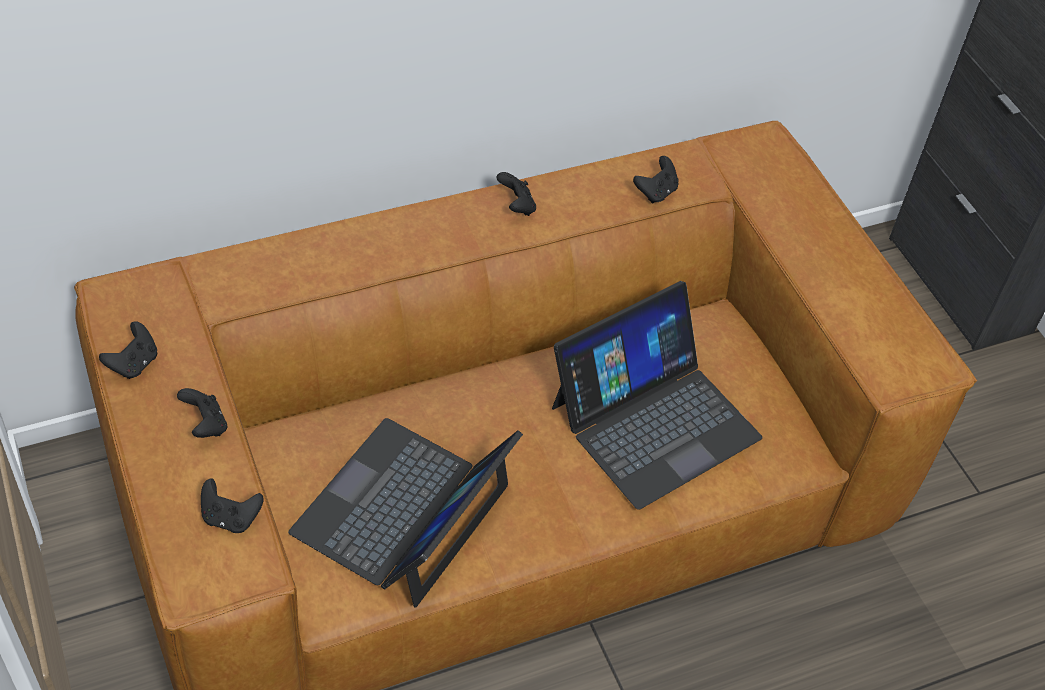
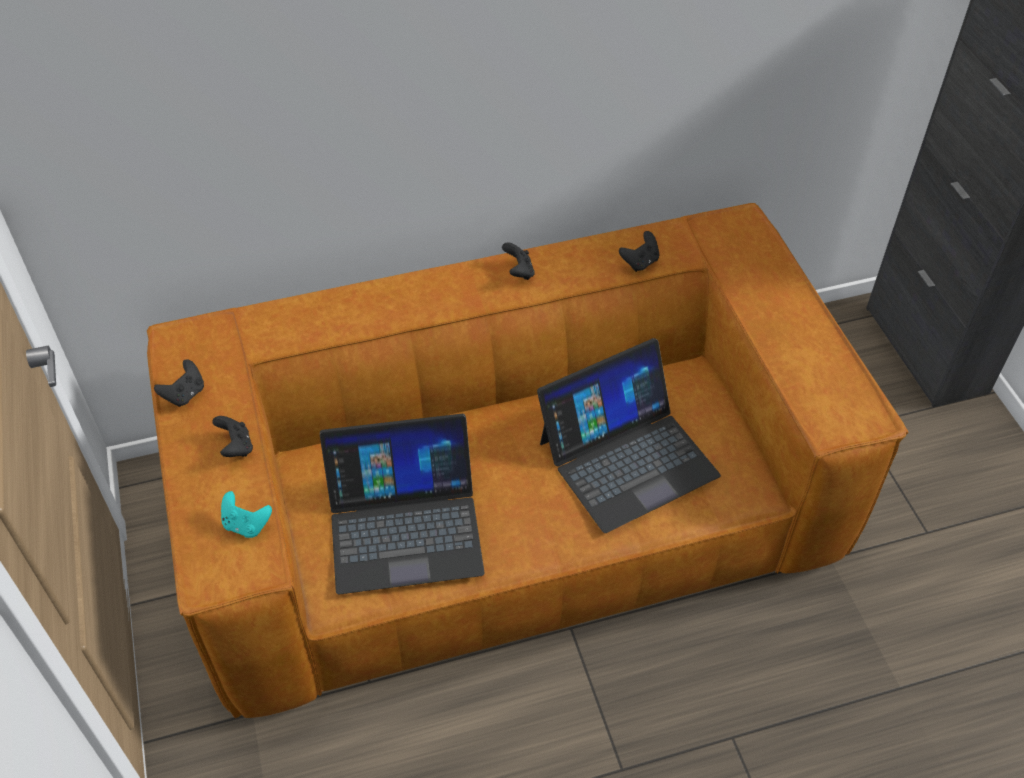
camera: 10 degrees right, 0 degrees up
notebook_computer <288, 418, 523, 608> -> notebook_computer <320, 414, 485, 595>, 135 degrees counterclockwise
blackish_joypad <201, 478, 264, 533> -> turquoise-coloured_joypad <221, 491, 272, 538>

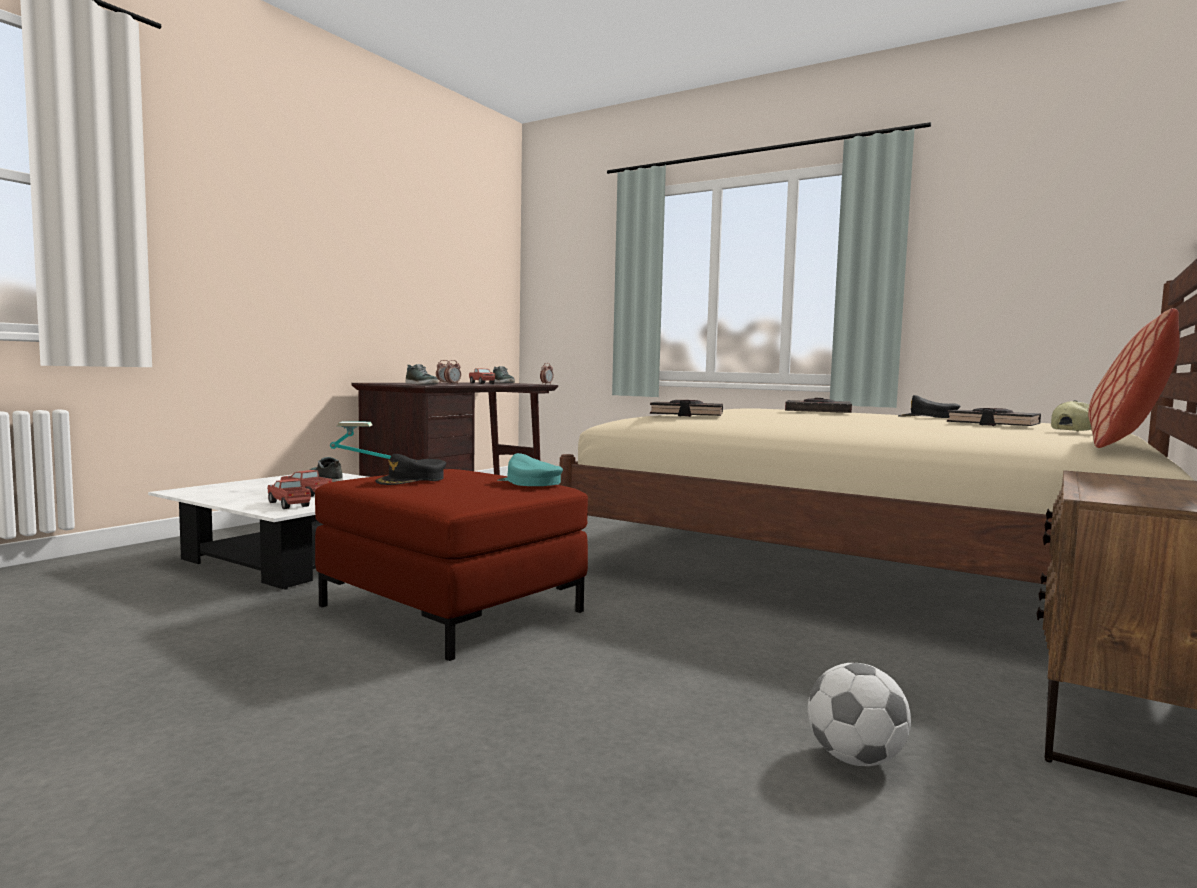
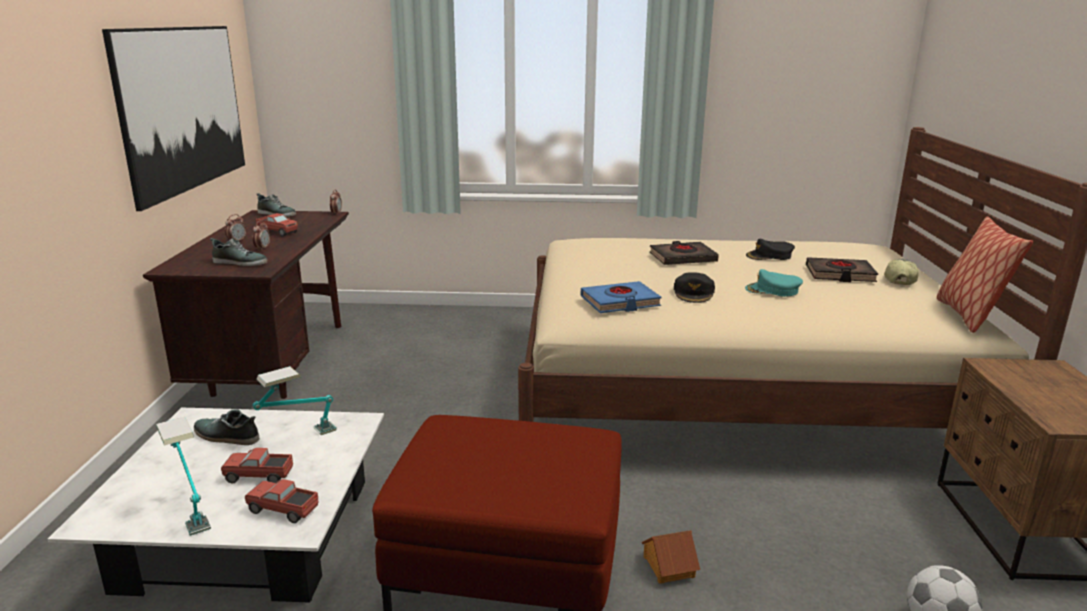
camera: 30 degrees left, 15 degrees up
blackish_bound_book <650, 400, 723, 417> -> blue_bound_book <581, 281, 662, 313>
turquoise-coloured_cap <498, 453, 563, 486> -> turquoise-coloured_cap <745, 269, 803, 297>, moved
blackish_cap <375, 454, 446, 485> -> blackish_cap <674, 272, 715, 303>, moved
none -> wall_picture <102, 26, 245, 211>
none -> tabletop_lamp <156, 417, 211, 536>
none -> model_house <642, 530, 700, 584>

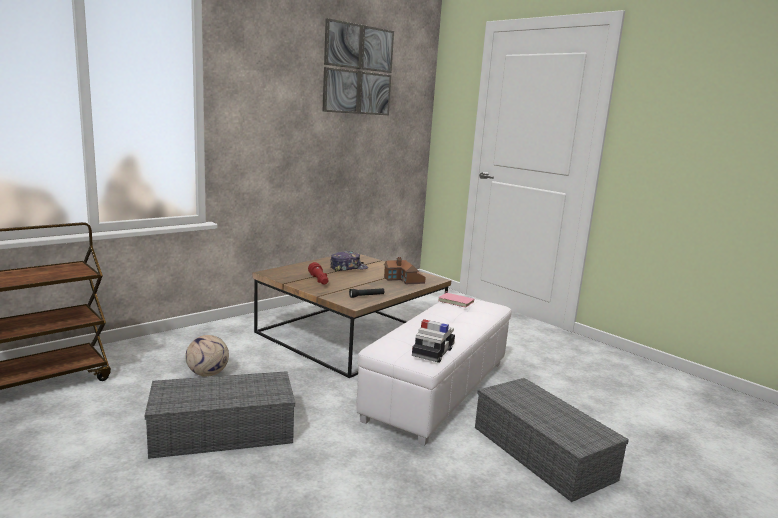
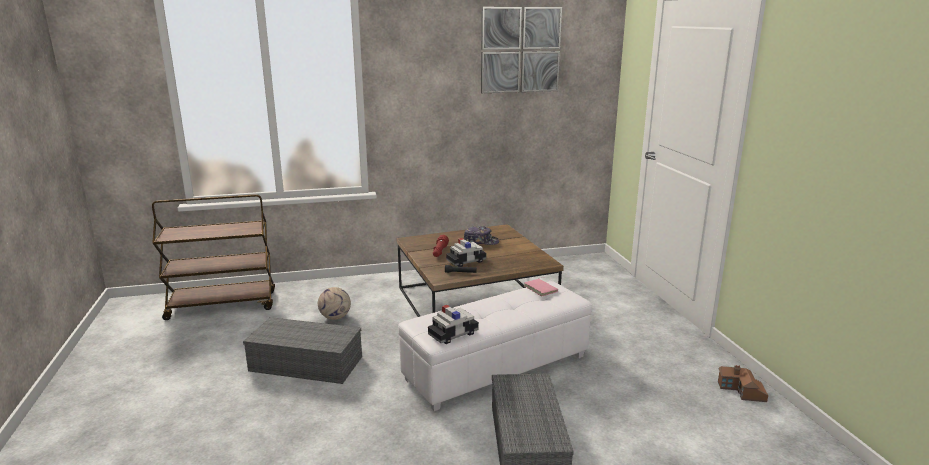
camera: 30 degrees right, 5 degrees up
model_house <384, 257, 426, 284> -> model_house <718, 365, 768, 402>, moved
none -> miniature_car <446, 238, 487, 267>

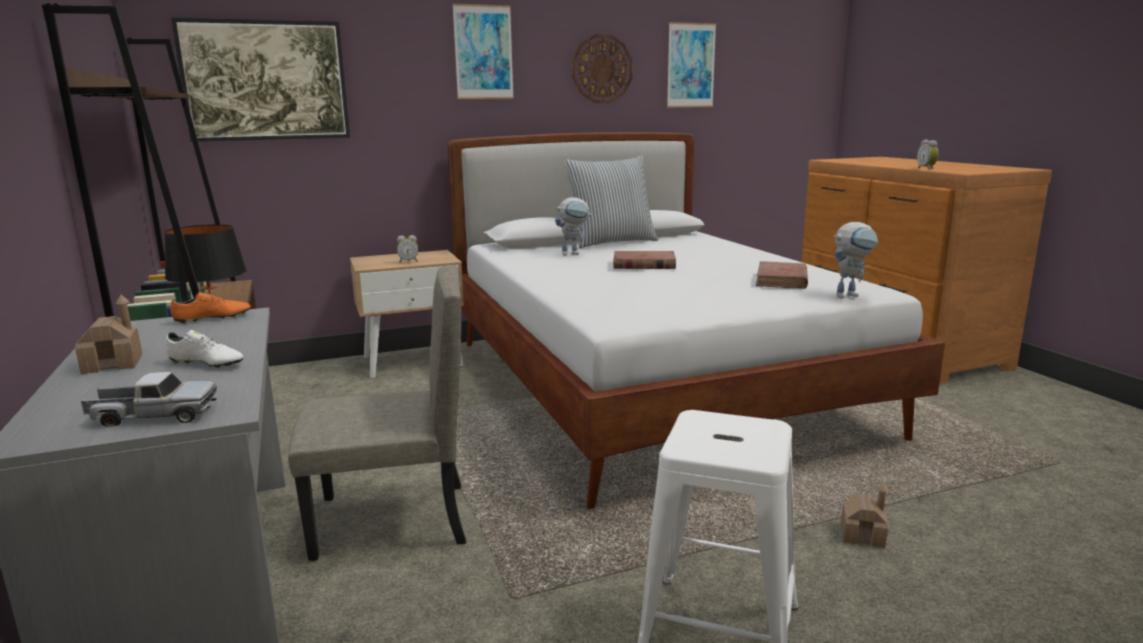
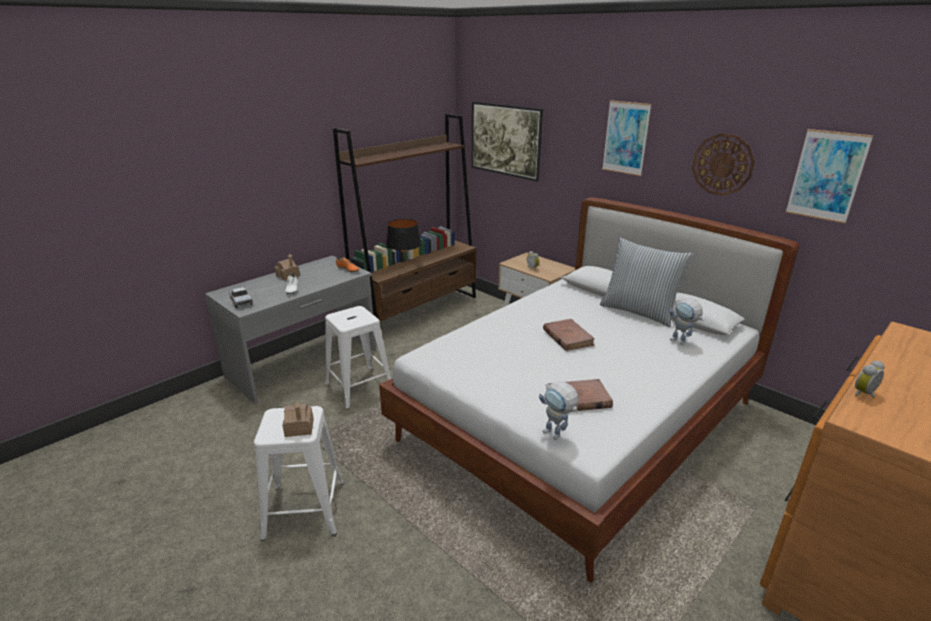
camera: 65 degrees right, 10 degrees up
model_robot <555, 197, 593, 256> -> model_robot <669, 298, 704, 345>, moved
beige_chair <288, 265, 466, 561> -> white_stool <325, 306, 391, 410>
model_house <841, 483, 889, 548> -> model_house <282, 402, 314, 437>, moved

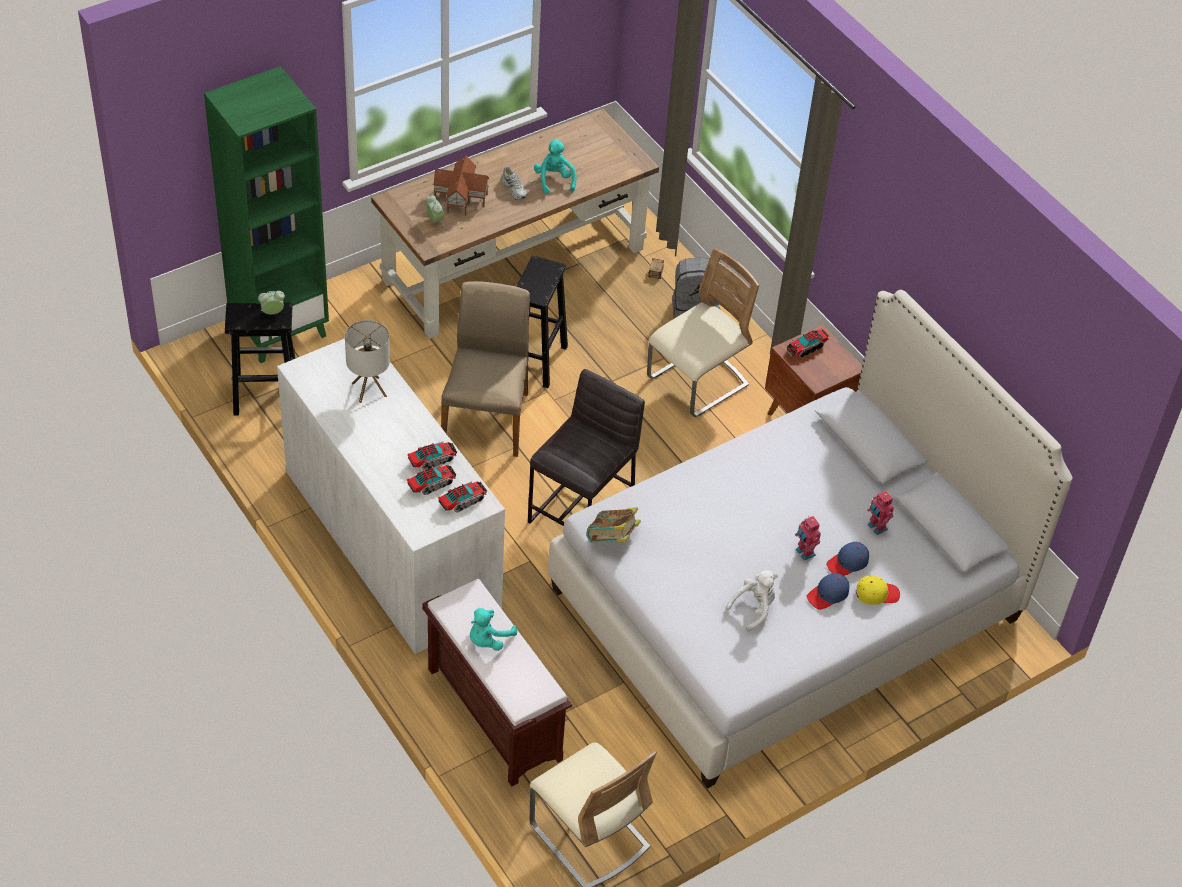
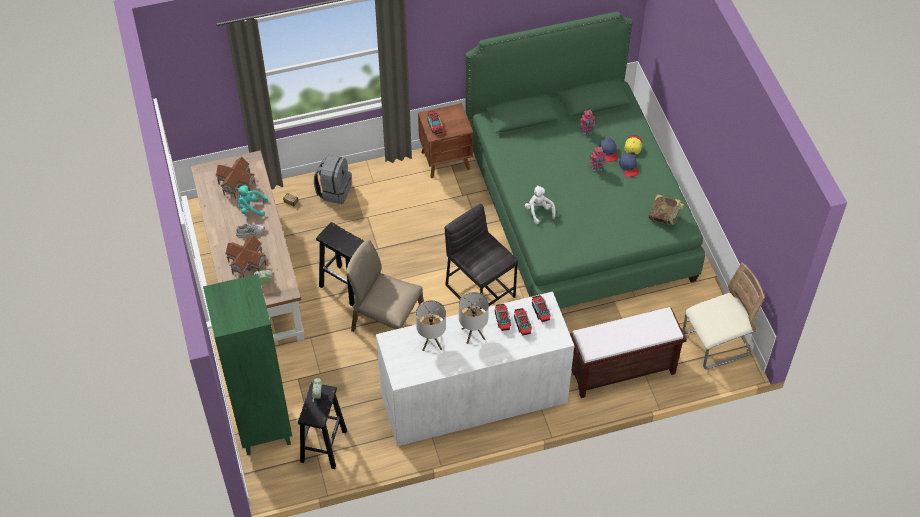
camera: 70 degrees left, 5 degrees up
beige_chair <647, 248, 759, 417> -> none
white_sleeping_bed <548, 290, 1072, 789> -> greenish_sleeping_bed <465, 12, 705, 309>
bound_book <586, 507, 641, 542> -> bound_book <648, 194, 684, 225>, moved
white_soft_toy <726, 570, 778, 632> -> white_soft_toy <525, 185, 556, 224>, moved
turquoise-coloured_soft_toy <470, 608, 517, 651> -> none
none -> model_house <216, 157, 256, 199>
none -> tabletop_lamp <459, 292, 489, 344>

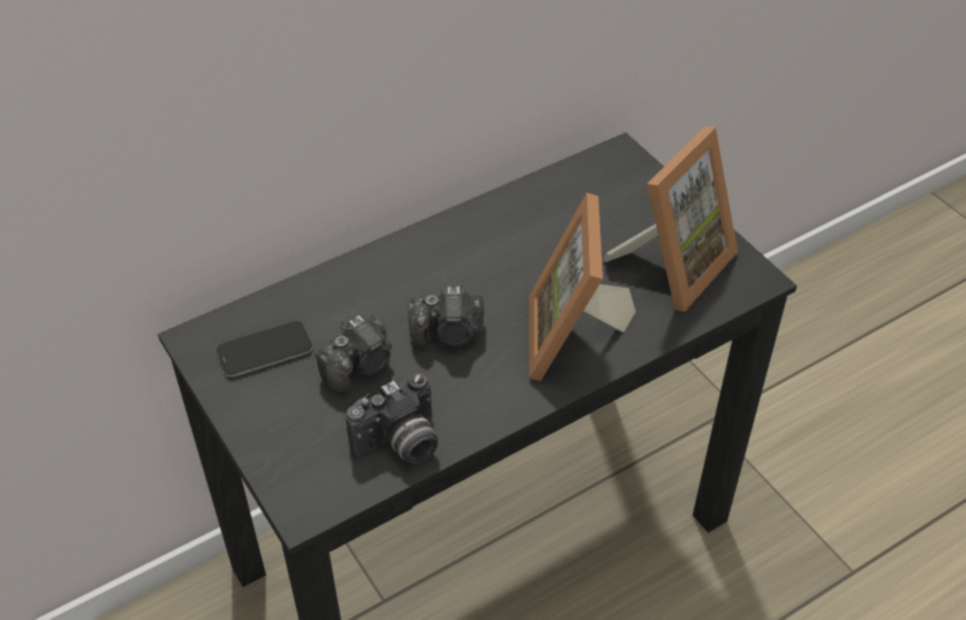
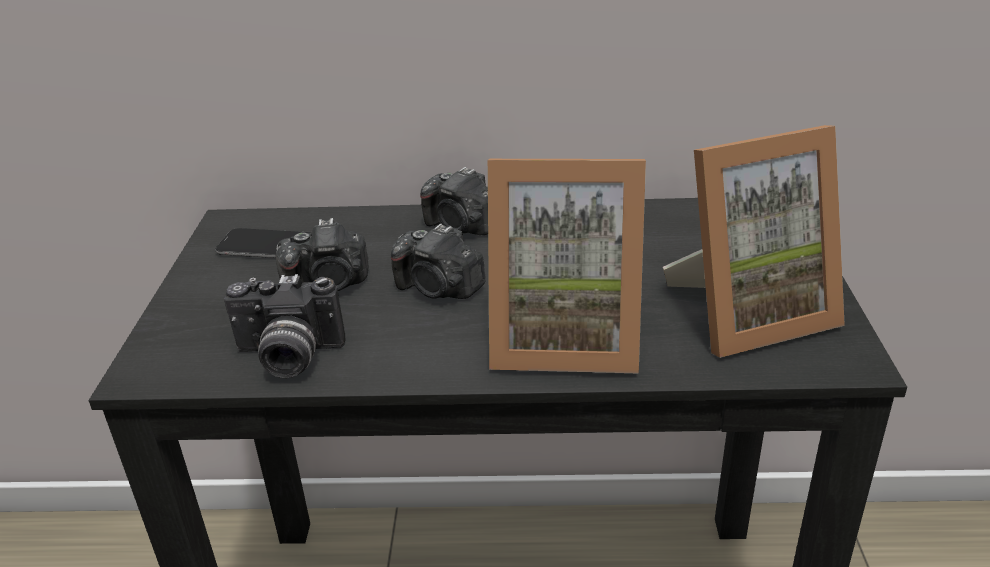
camera: 35 degrees right, 15 degrees down
picture_frame <529, 193, 636, 381> -> picture_frame <488, 159, 646, 373>, 120 degrees counterclockwise
none -> photo_camera <420, 167, 488, 235>

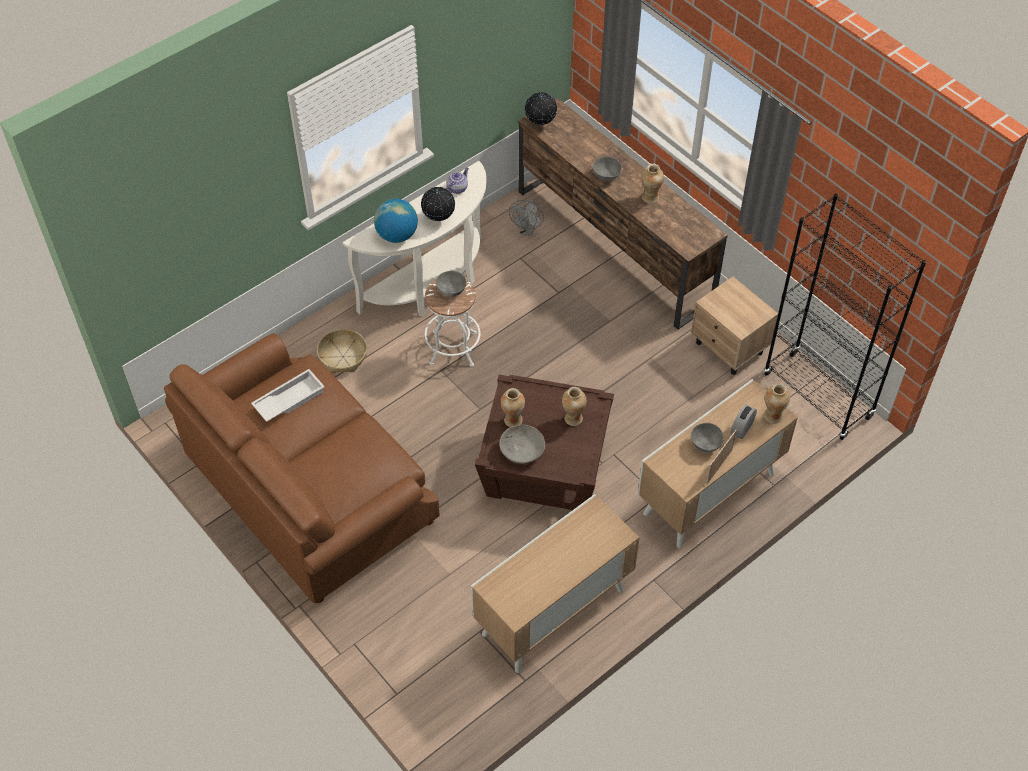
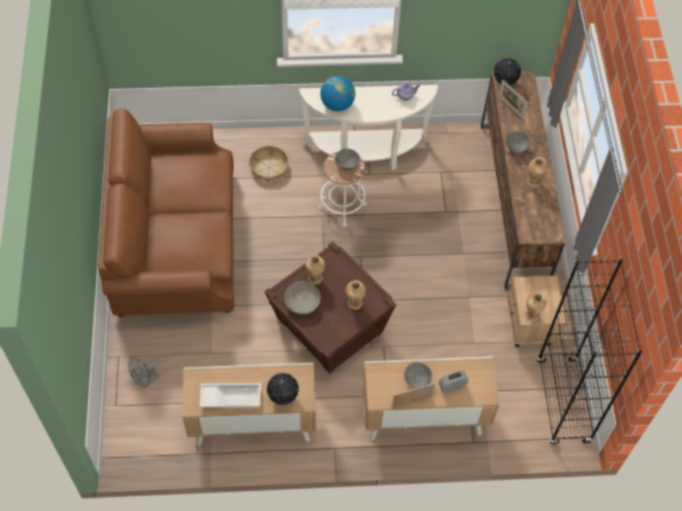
camera: 35 degrees right, 5 degrees up
world_globe <421, 187, 455, 221> -> world_globe <267, 373, 299, 405>, moved
grey_cooling_fan <509, 200, 544, 236> -> grey_cooling_fan <128, 356, 160, 387>, moved
white_tray <251, 369, 325, 422> -> white_tray <200, 383, 261, 408>, moved
decorative_vase <764, 383, 790, 424> -> decorative_vase <525, 292, 547, 321>, moved
none -> picture_frame <498, 79, 528, 119>

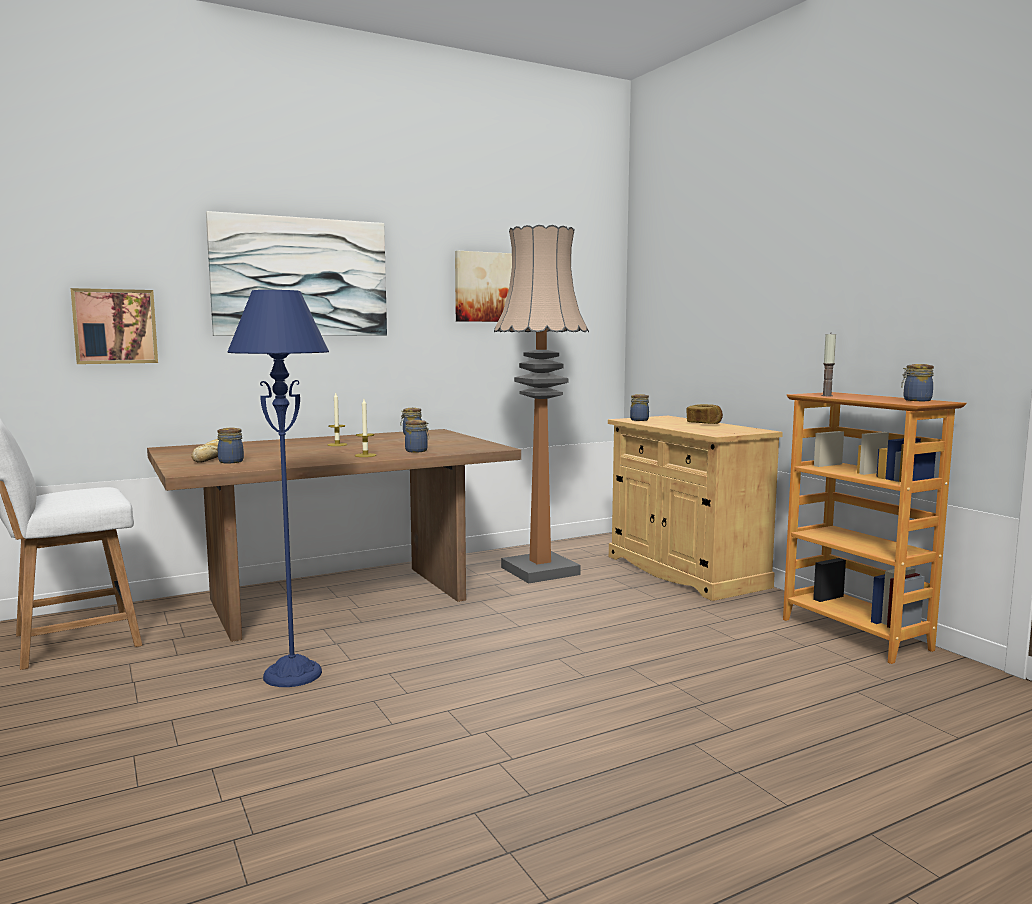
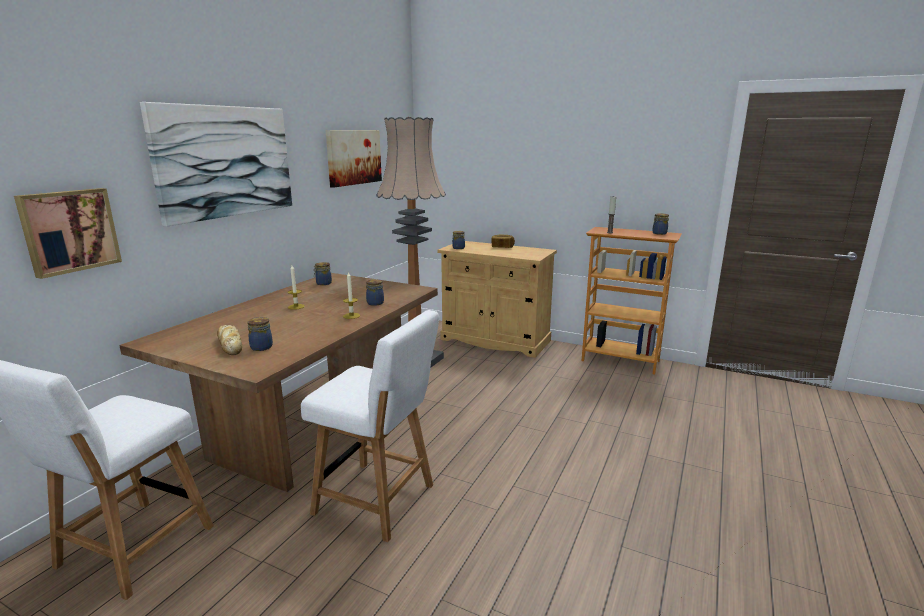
camera: 35 degrees left, 10 degrees up
blue_floor_lamp <228, 290, 329, 687> -> white_chair <301, 310, 439, 542>

